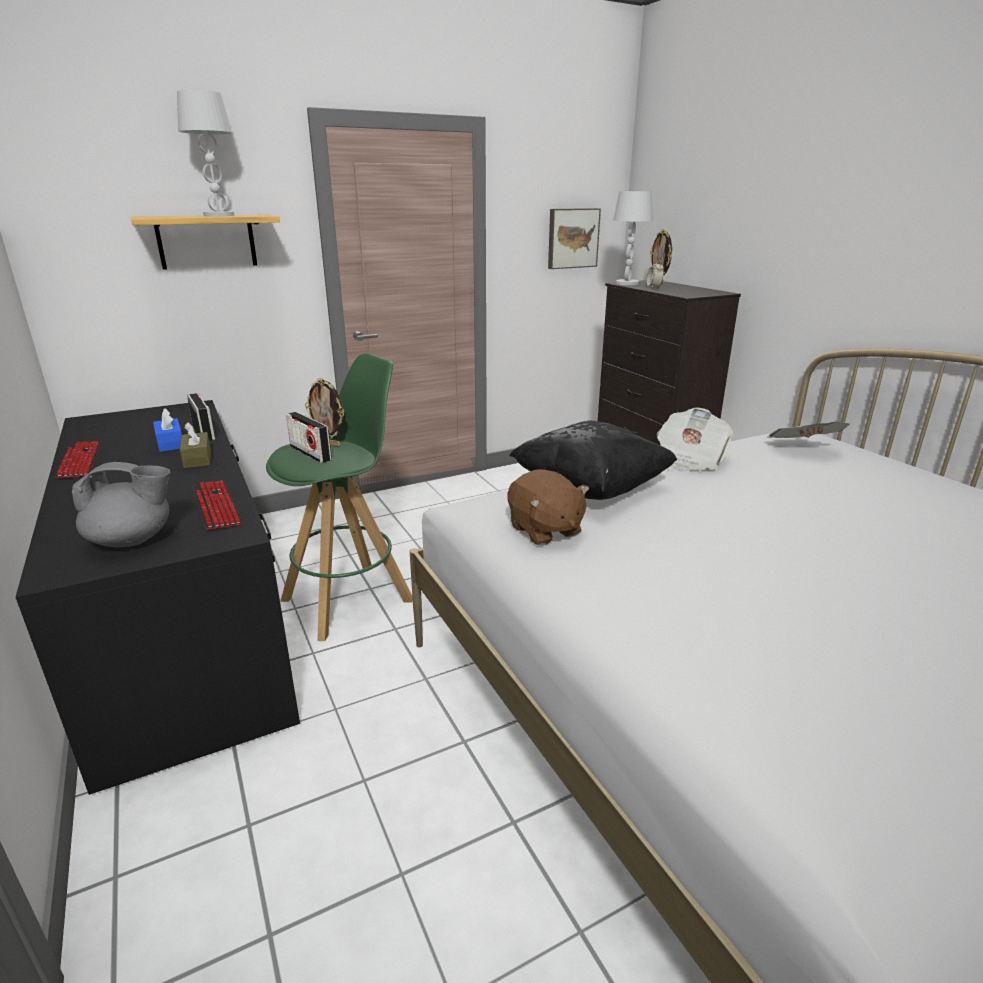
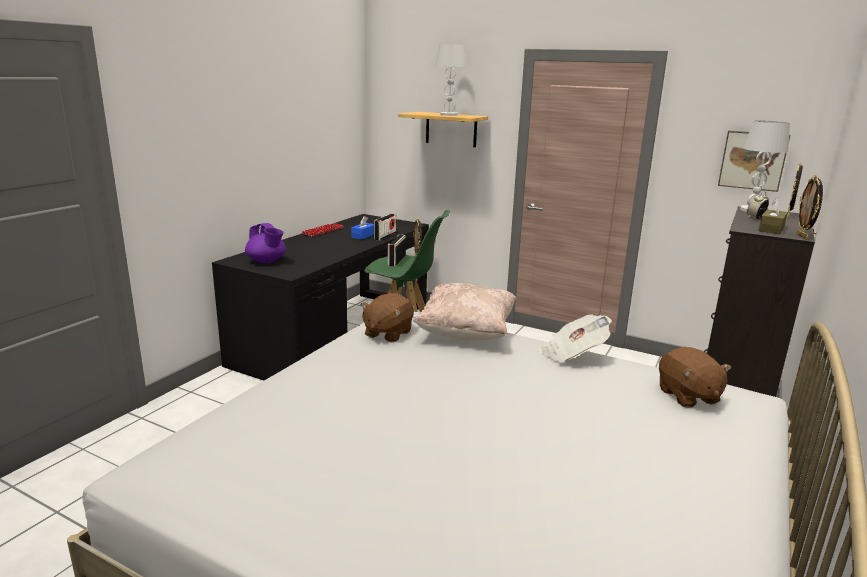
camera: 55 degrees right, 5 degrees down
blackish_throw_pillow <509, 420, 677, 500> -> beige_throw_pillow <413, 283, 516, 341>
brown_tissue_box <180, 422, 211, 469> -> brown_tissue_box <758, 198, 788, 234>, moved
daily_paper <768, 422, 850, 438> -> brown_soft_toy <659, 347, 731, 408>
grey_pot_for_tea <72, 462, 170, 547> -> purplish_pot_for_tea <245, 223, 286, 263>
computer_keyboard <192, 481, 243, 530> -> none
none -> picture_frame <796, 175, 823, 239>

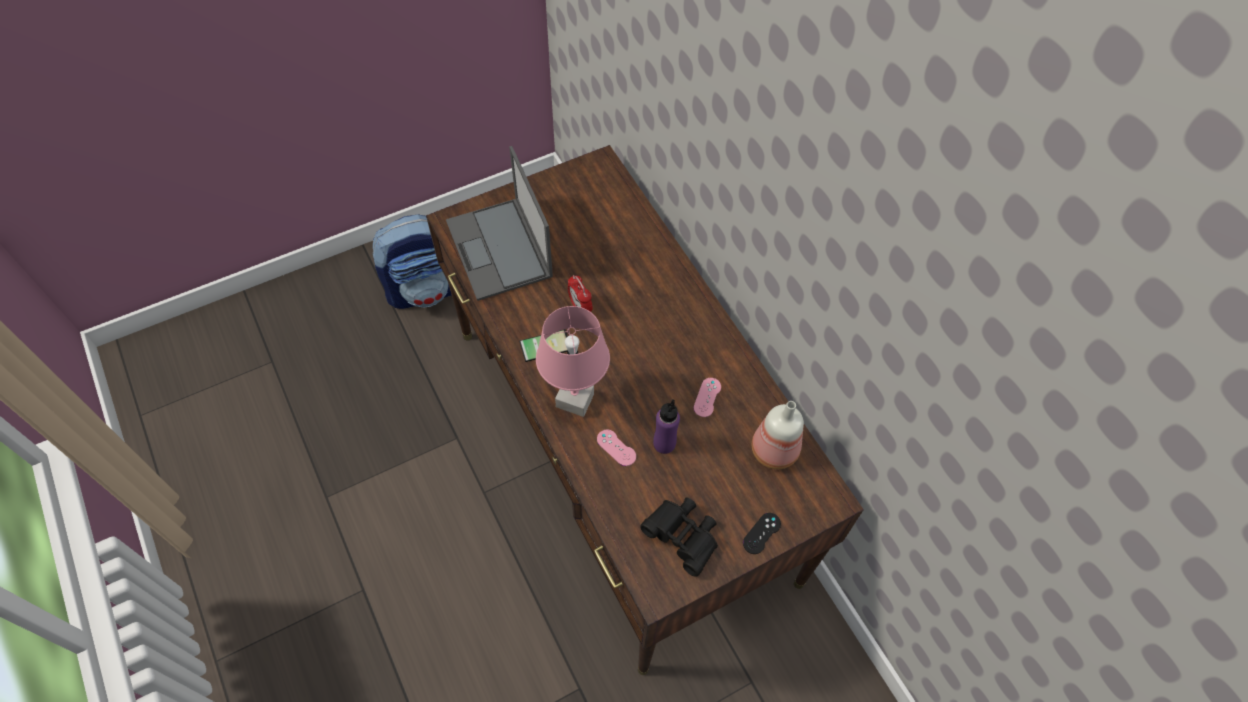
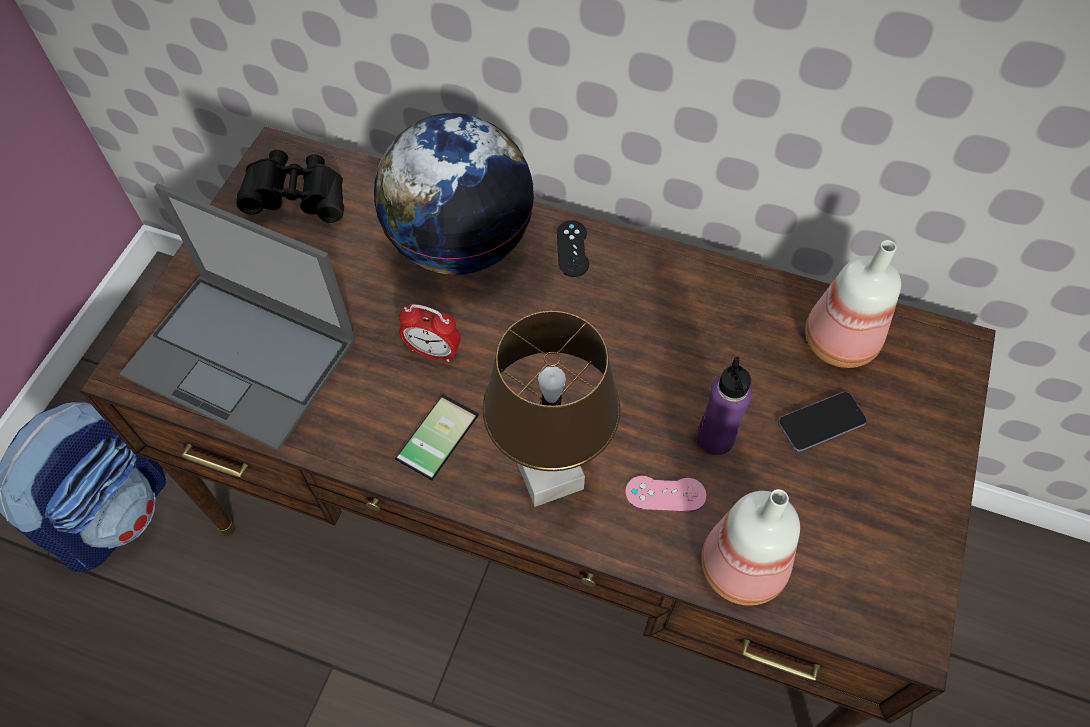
camera: 40 degrees left, 0 degrees up
pinkish_tabletop_lamp <536, 306, 610, 417> -> brown_tabletop_lamp <483, 311, 620, 507>
pinkish_joypad <693, 378, 721, 417> -> none
blackish_field_glasses <640, 498, 718, 577> -> blackish_field_glasses <236, 150, 344, 223>, moved
blackish_joypad <743, 513, 781, 554> -> blackish_joypad <557, 220, 589, 277>, moved
none -> world_globe <374, 113, 534, 275>
none -> phone <778, 392, 867, 452>
none -> bottle <701, 489, 800, 606>

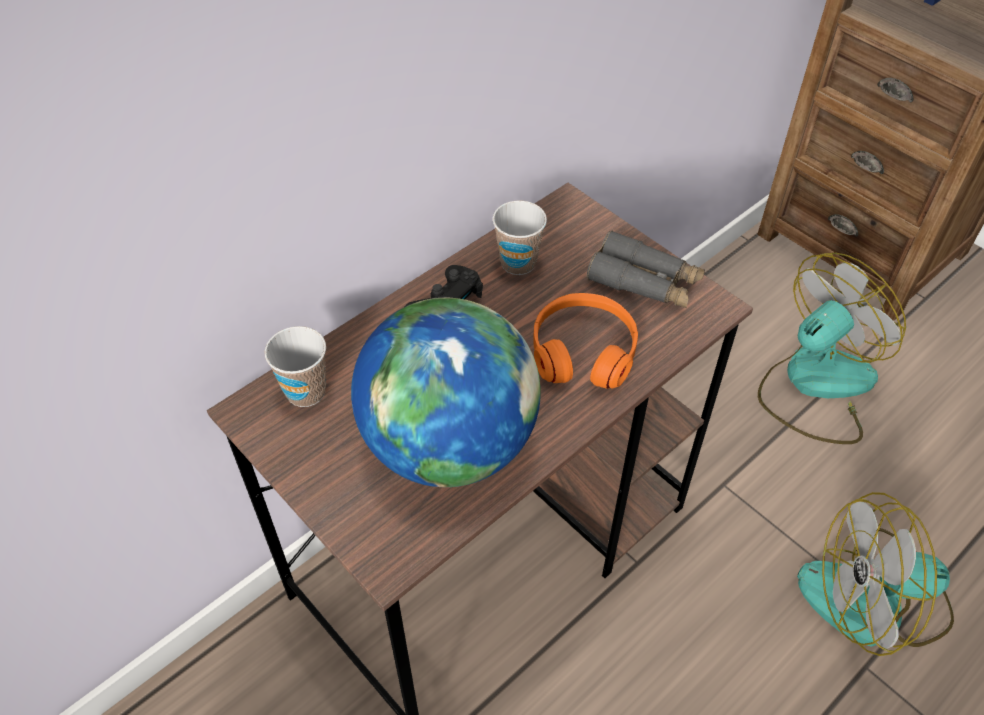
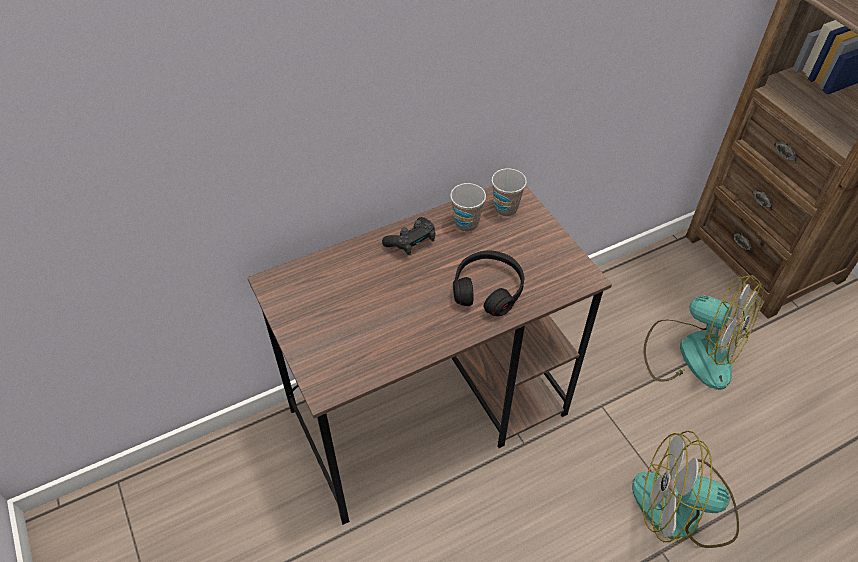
camera: 15 degrees right, 0 degrees up
grey_field_glasses <587, 231, 705, 308> -> none
cooling_fan <758, 252, 906, 444> -> cooling_fan <643, 275, 764, 390>, 60 degrees clockwise
orange-coloured_headphones <533, 293, 638, 389> -> blackish_headphones <453, 250, 524, 316>
world_globe <351, 298, 541, 487> -> none
drinking_cup <265, 326, 326, 407> -> drinking_cup <492, 168, 527, 217>, moved

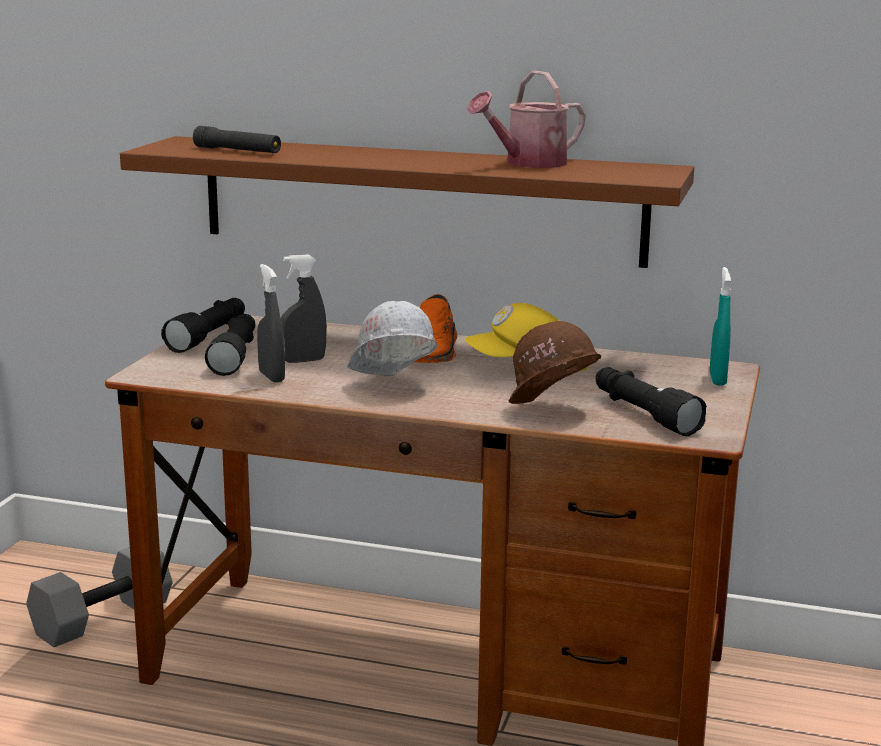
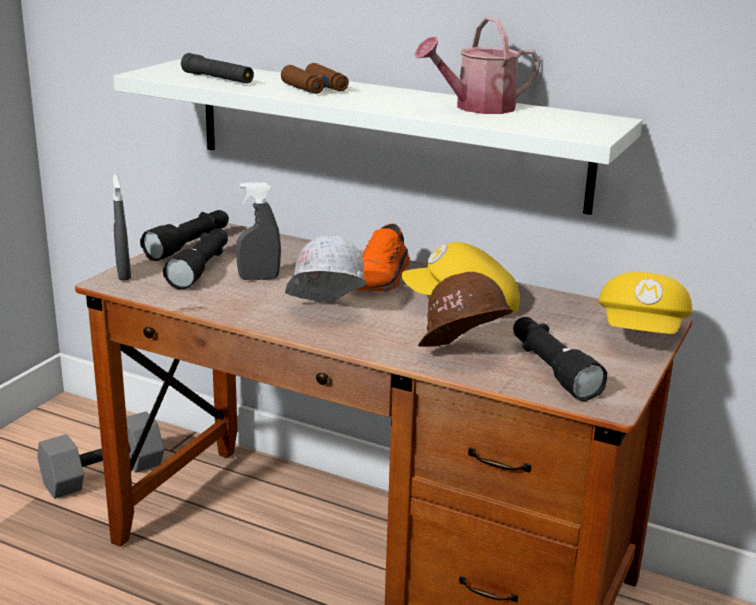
camera: 10 degrees right, 5 degrees up
brown_wall_shelf <120, 136, 694, 268> -> white_wall_shelf <113, 59, 642, 215>
grey_spray_bottle <257, 264, 285, 383> -> grey_spray_bottle <113, 174, 131, 281>, moved
turquoise-coloured_spray_bottle <710, 267, 731, 385> -> yellow_cap <598, 272, 693, 334>
none -> brown_field_glasses <281, 63, 349, 94>

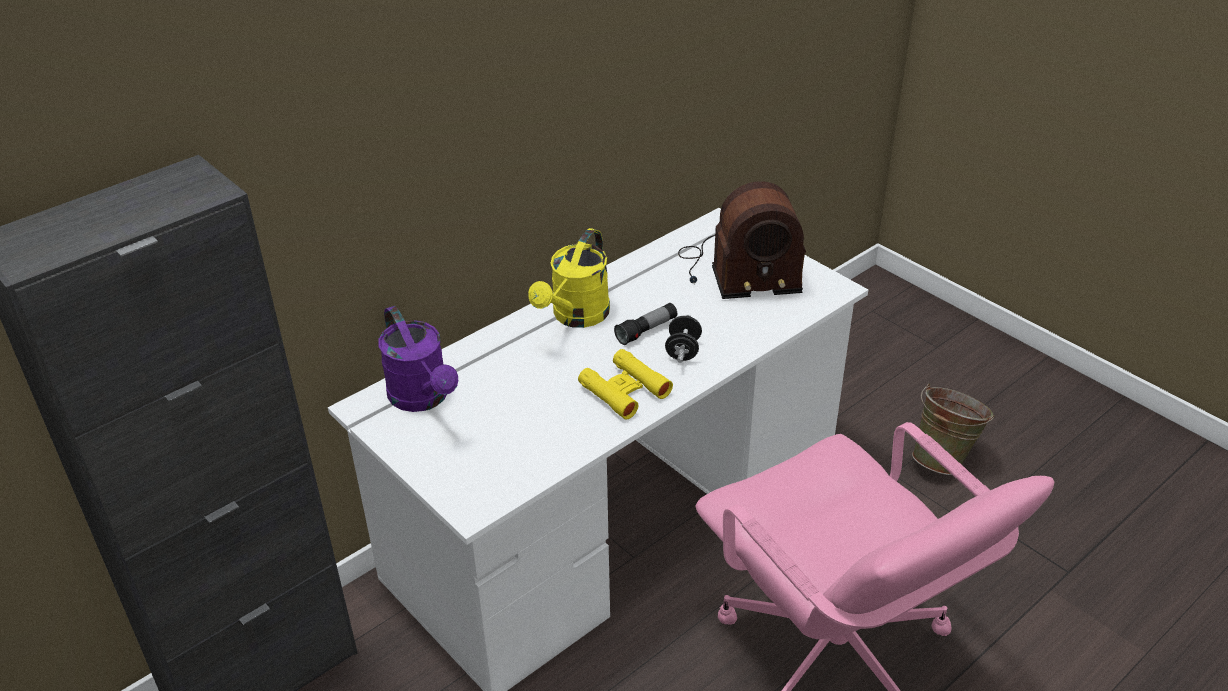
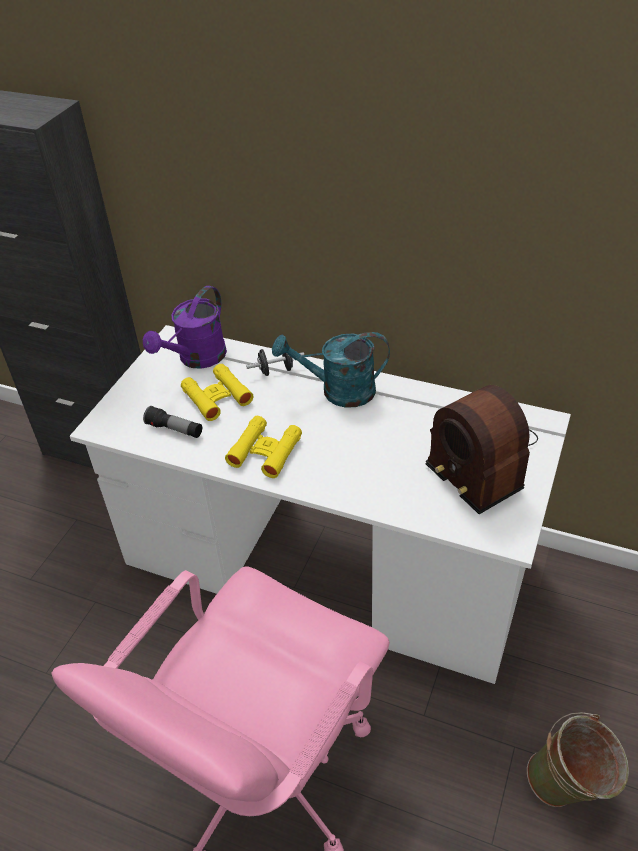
camera: 65 degrees right, 5 degrees up
yellow_sprinkling_can <528, 228, 610, 328> -> turquoise-coloured_sprinkling_can <272, 332, 390, 408>
torch <614, 303, 677, 345> -> torch <143, 406, 202, 438>, moved
blackish_free_weight <665, 315, 702, 363> -> blackish_free_weight <246, 349, 304, 376>, moved
none -> yellow_field_glasses <181, 364, 253, 421>

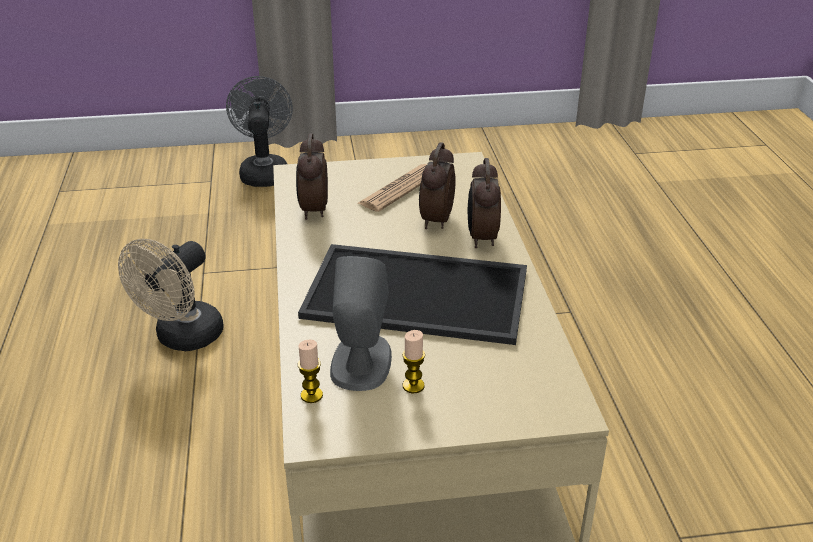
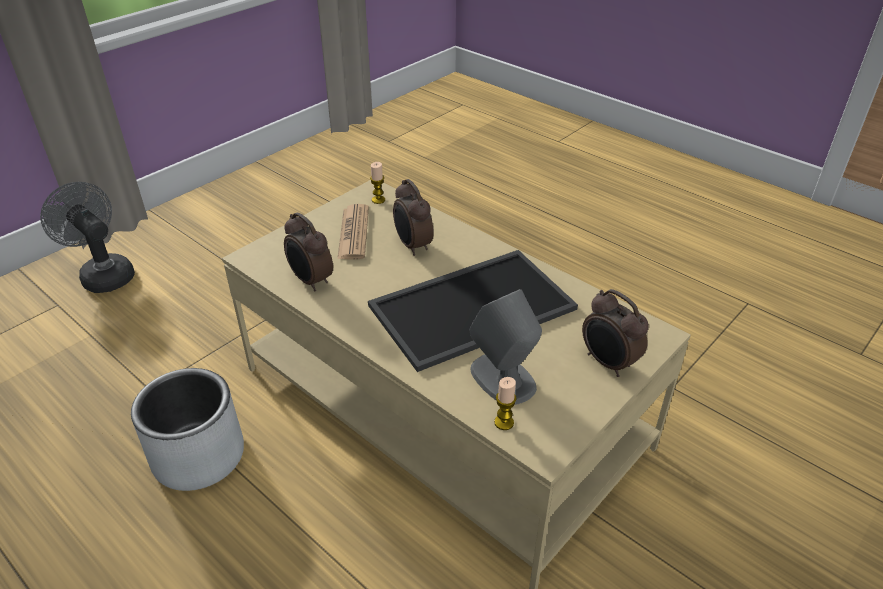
camera: 40 degrees left, 5 degrees up
alarm_clock <467, 158, 501, 248> -> alarm_clock <582, 289, 649, 377>, moved
beige_cooling_fan <118, 239, 224, 351> -> grey_flower_pot <131, 368, 244, 491>
candle <402, 330, 425, 394> -> candle <370, 162, 385, 204>, moved

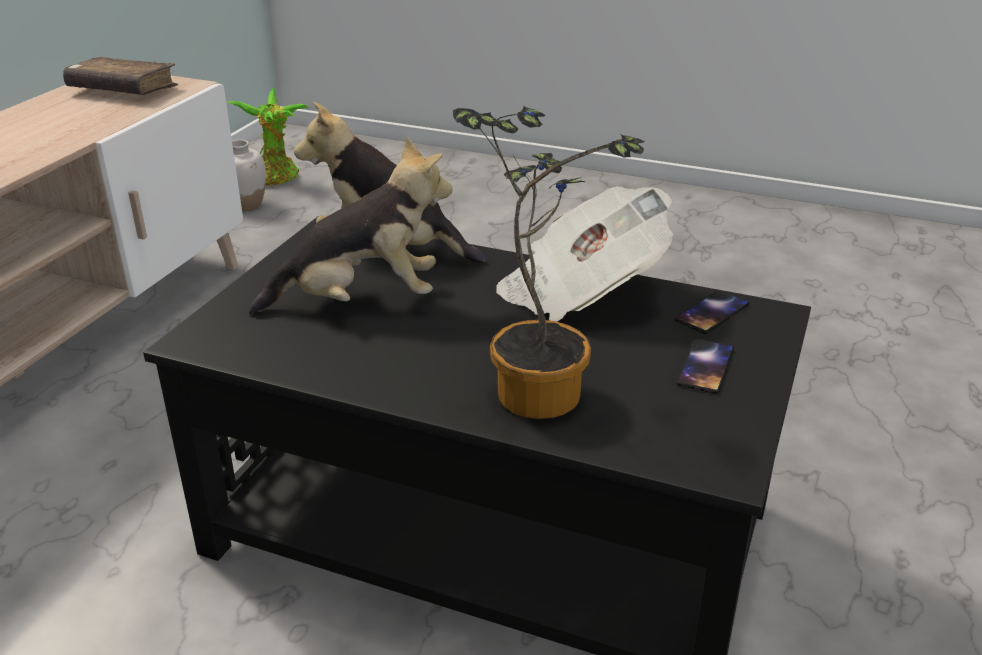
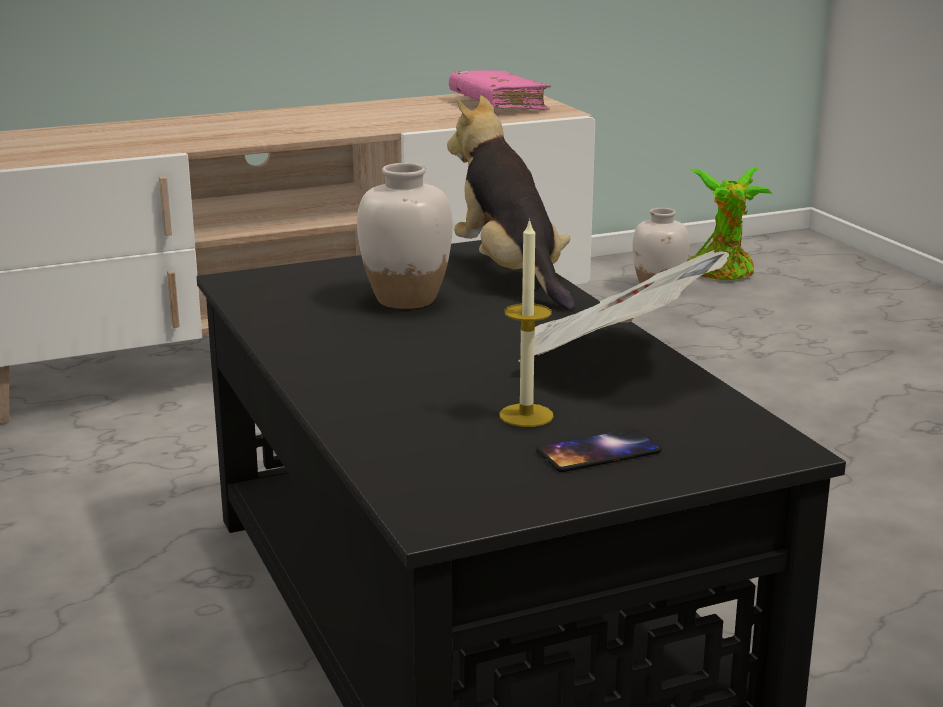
camera: 45 degrees right, 10 degrees down
brown_bound_book <63, 57, 178, 95> -> pinkish_bound_book <449, 70, 551, 110>
houseplant <453, 106, 644, 419> -> none
soft_toy <249, 137, 452, 314> -> white_decorative_vase <357, 163, 453, 309>
phone <675, 290, 749, 334> -> none
none -> candle <499, 218, 554, 427>

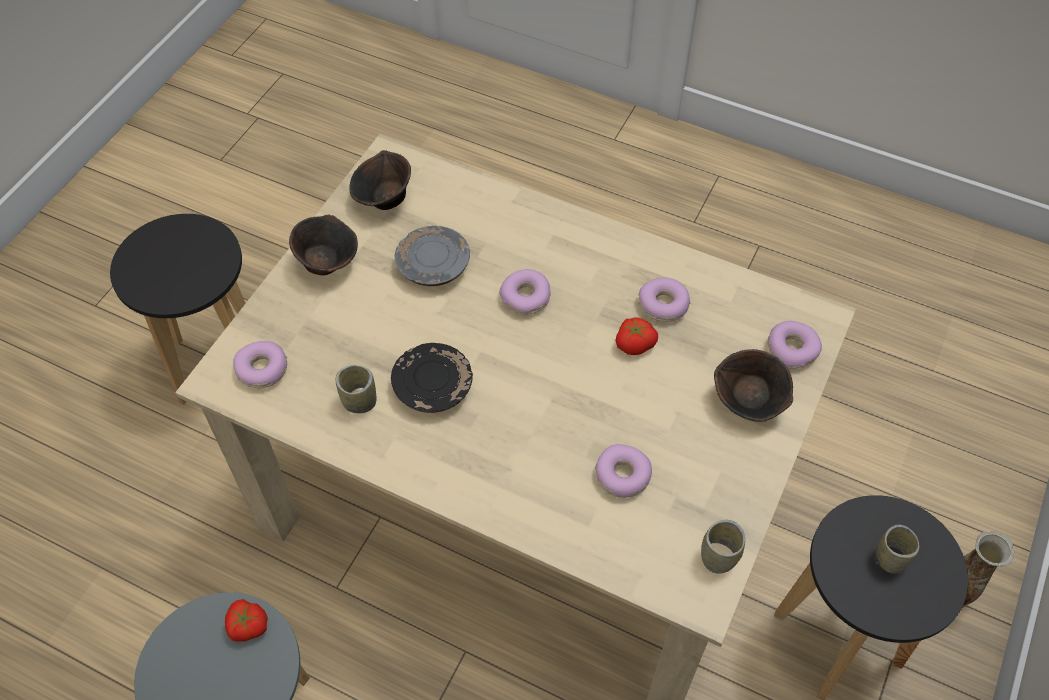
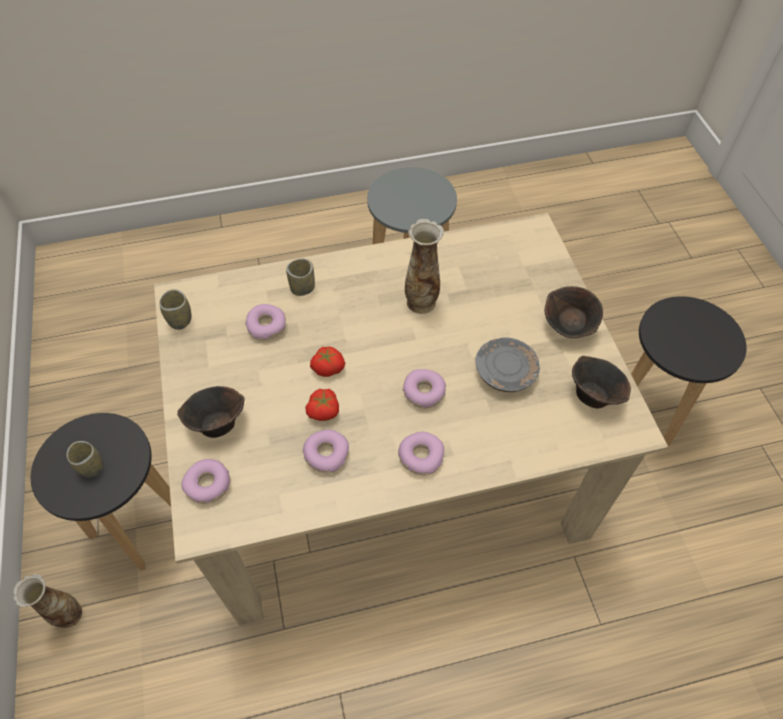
camera: 140 degrees right, 0 degrees up
donut <233, 341, 287, 388> -> donut <398, 432, 444, 476>, moved
blackish_dinner_plate <391, 343, 473, 413> -> decorative_vase <405, 219, 444, 314>
drinking_cup <336, 365, 377, 413> -> drinking_cup <286, 259, 315, 296>, moved
whole_tomato <225, 599, 268, 642> -> whole_tomato <310, 346, 345, 377>, moved

